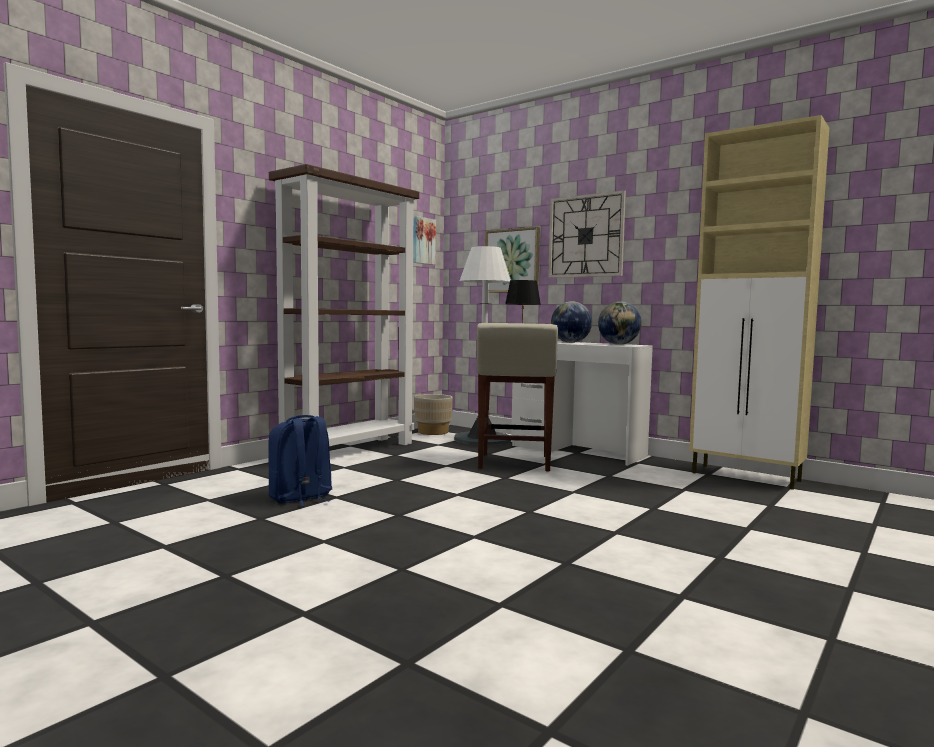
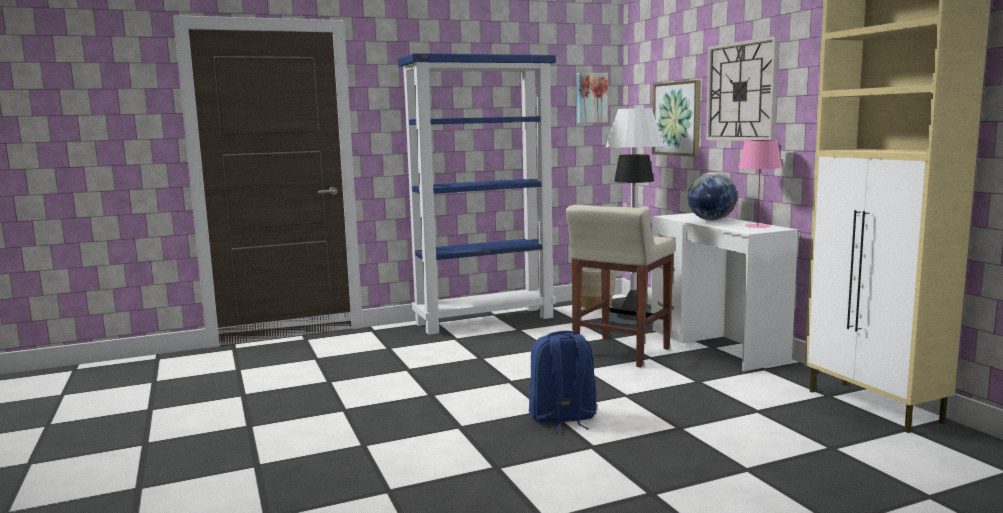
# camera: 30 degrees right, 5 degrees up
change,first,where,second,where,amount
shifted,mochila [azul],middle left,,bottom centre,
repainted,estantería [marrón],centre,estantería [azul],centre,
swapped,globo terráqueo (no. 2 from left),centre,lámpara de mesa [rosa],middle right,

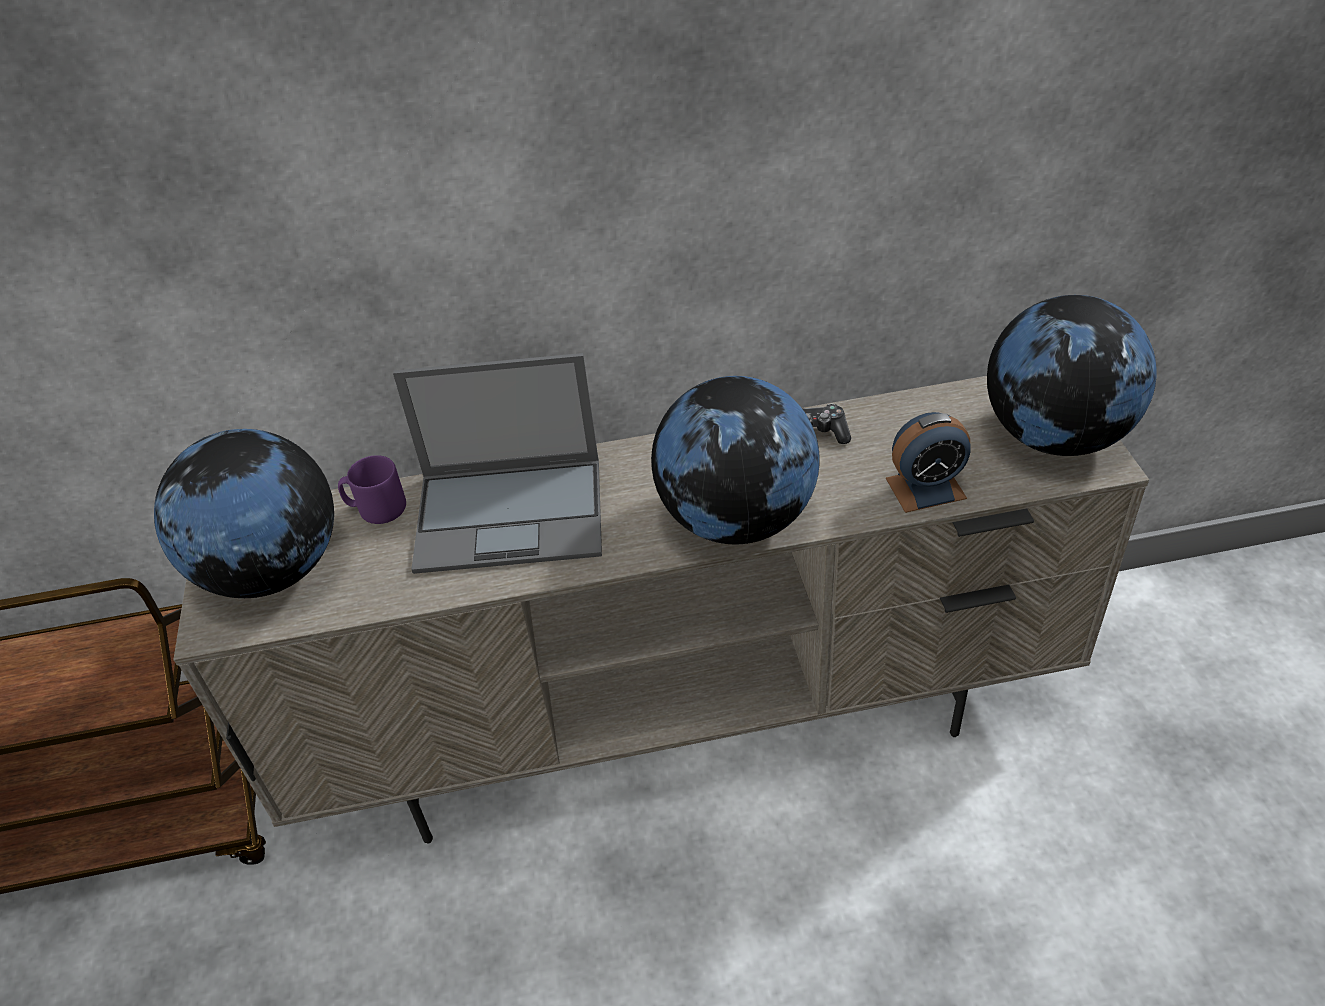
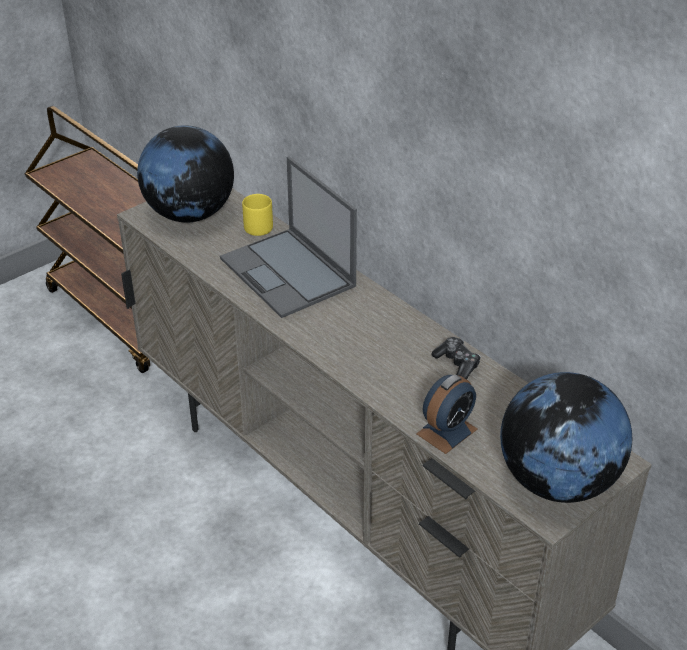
# camera: 55 degrees right, 5 degrees down
change,first,where,second,where,amount
repainted,taza grande [morado],middle left,taza grande [amarillo],top centre,
gone,globo terráqueo (no. 2 from left),centre,,,
rotated,despertador,middle right,,centre,90 degrees counterclockwise

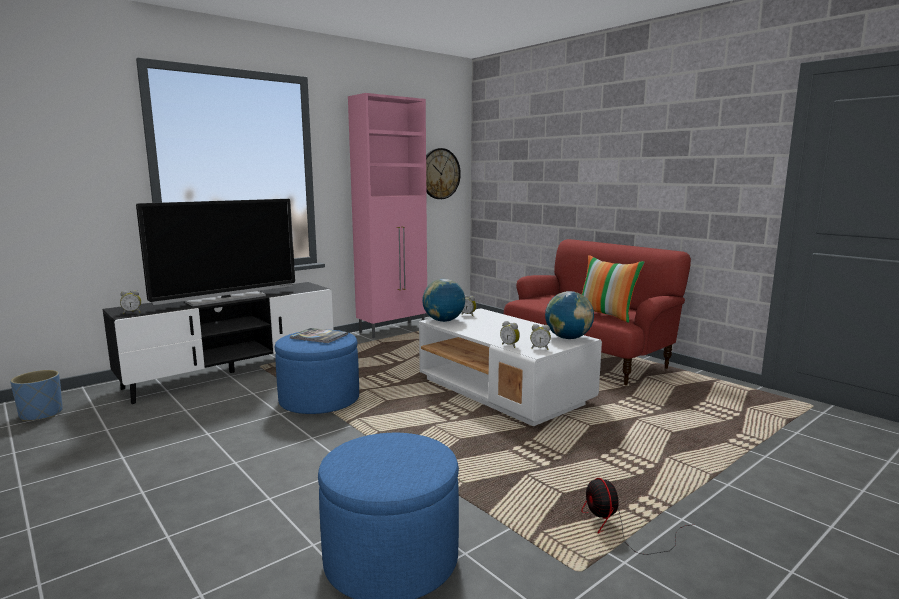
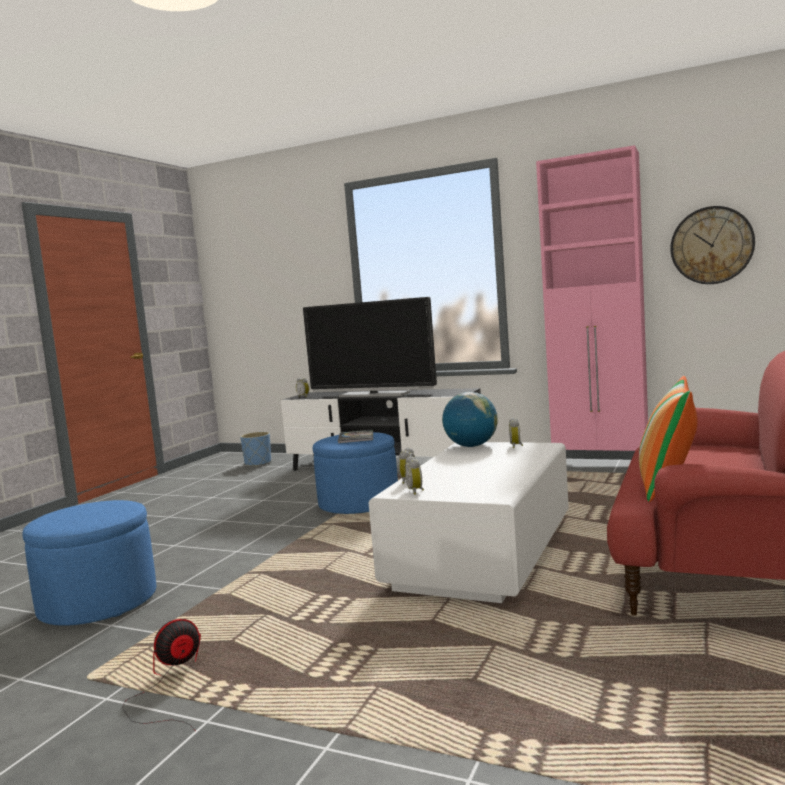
# camera: 65 degrees right, 5 degrees down
change,first,where,second,where,amount
gone,globo terráqueo (no. 2 from left),centre,,,

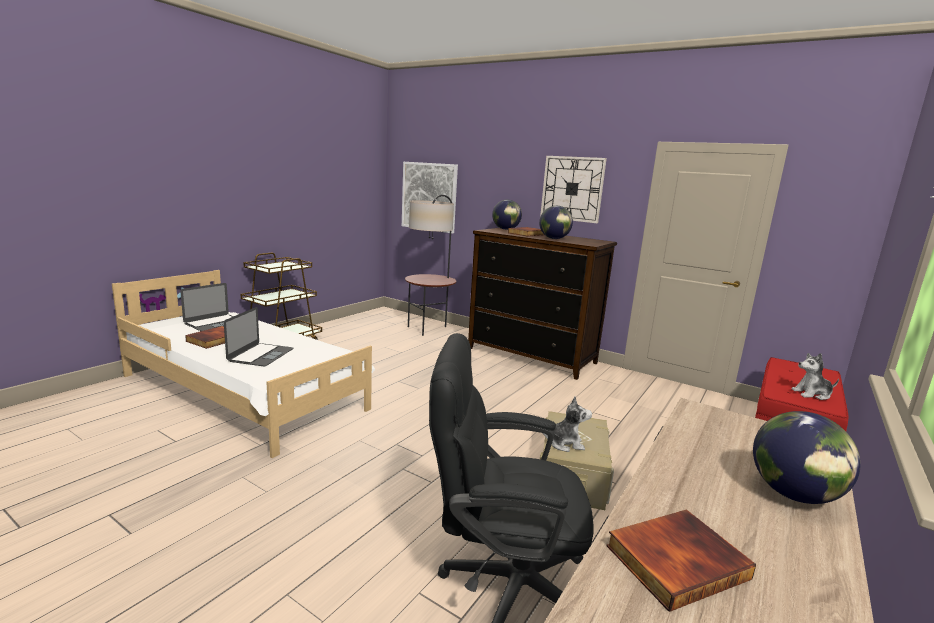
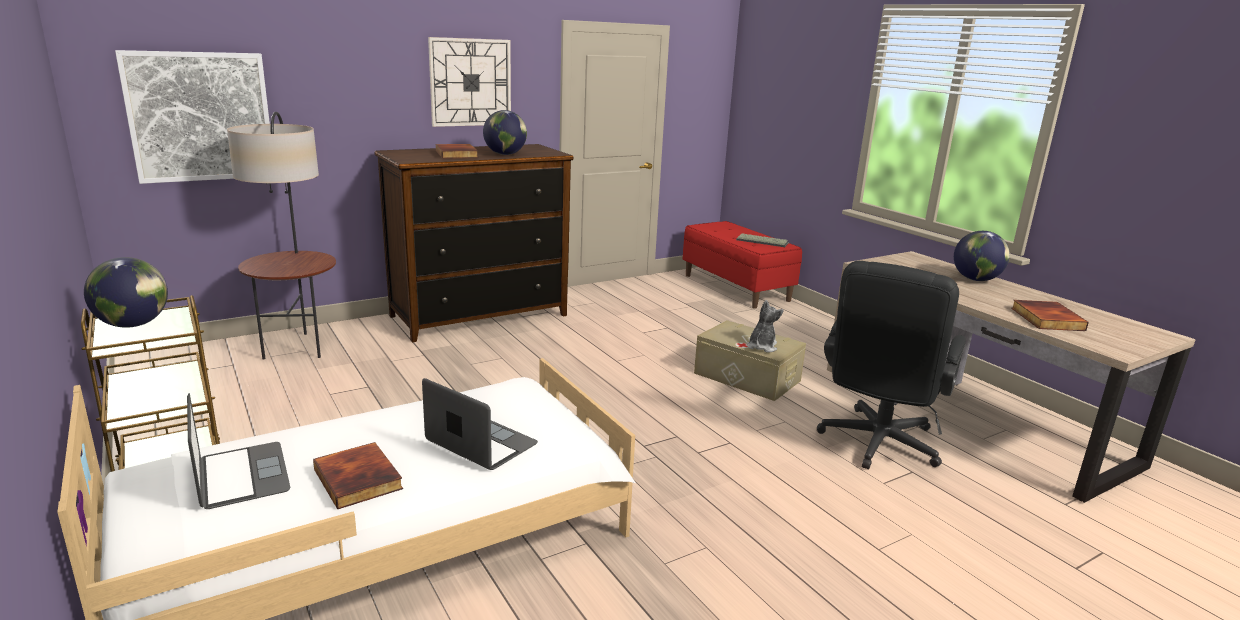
# camera: 65 degrees left, 5 degrees up
change,first,where,second,where,amount
shifted,globo terráqueo (no. 1 from left),centre,,middle left,
swapped,peluche (no. 2 from left),middle right,teclado,centre,

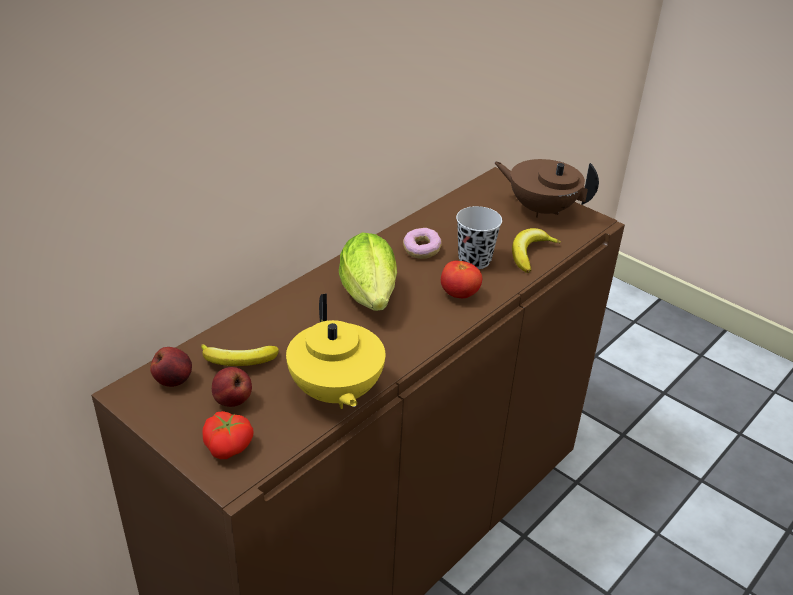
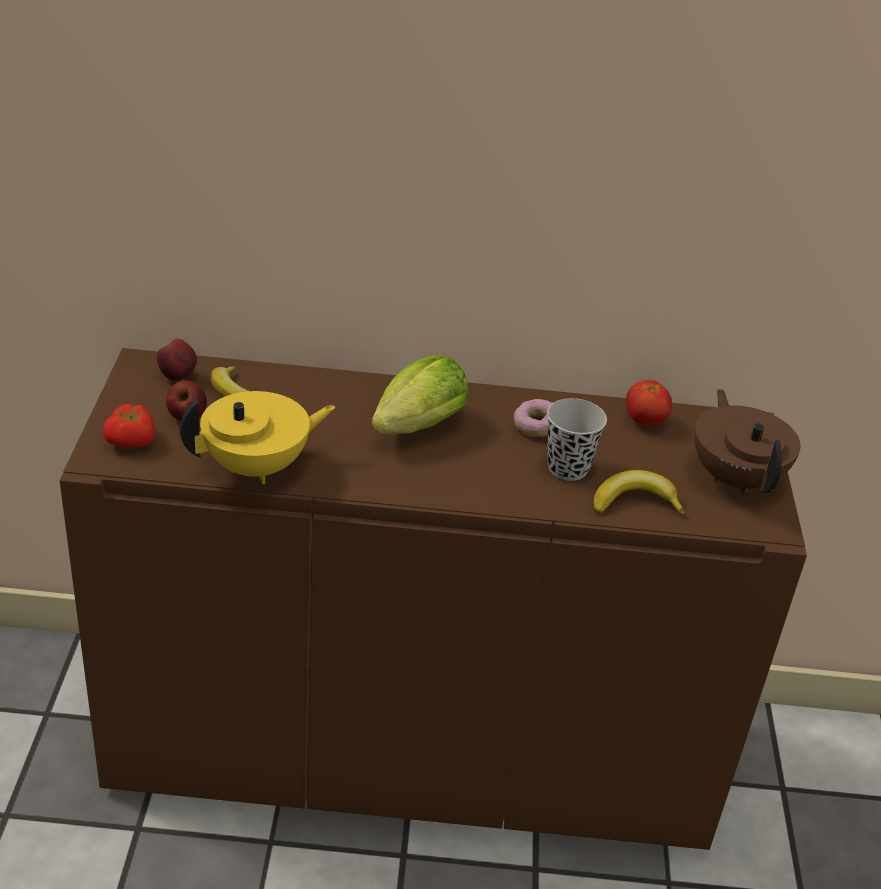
# camera: 50 degrees right, 0 degrees up
change,first,where,second,where,amount
rotated,tetera [amarillo],centre,,middle left,150 degrees counterclockwise
shifted,tomate (no. 2 from left),centre,,middle right,

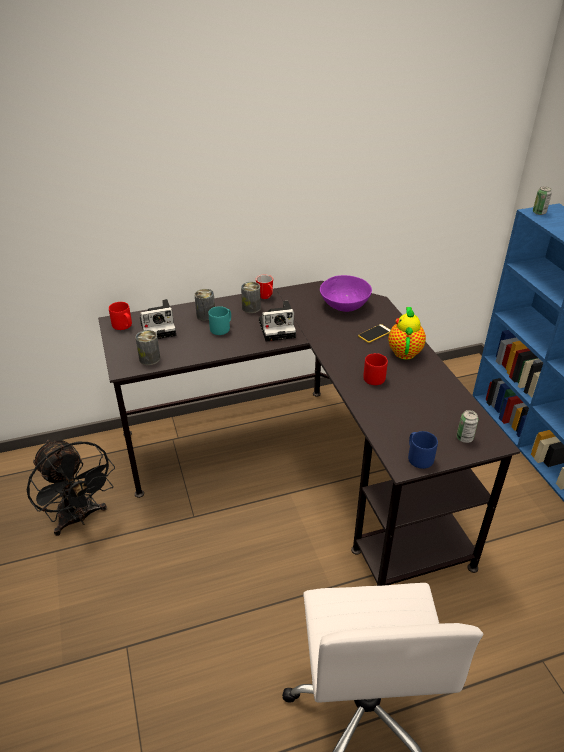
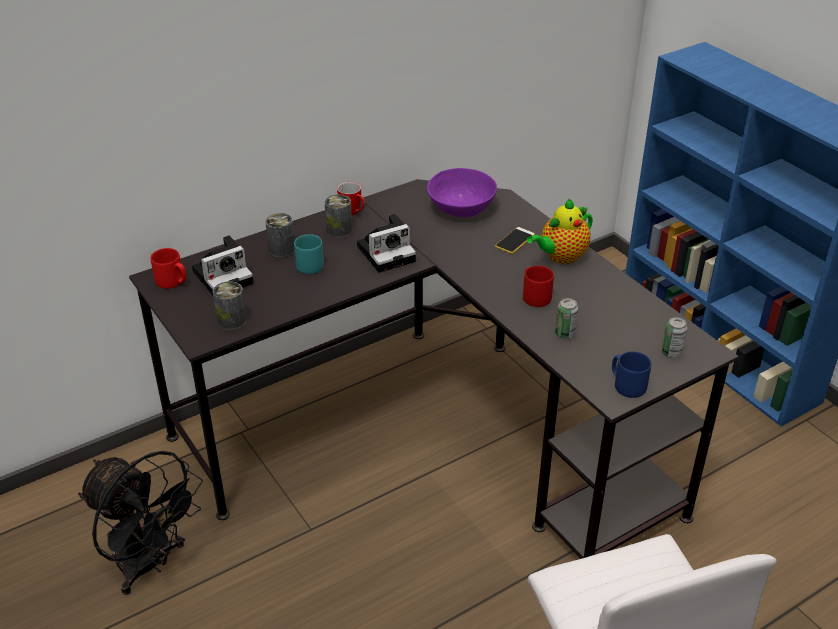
# camera: 15 degrees left, 0 degrees up
change,first,where,second,where,amount
rotated,tetera,middle right,,middle right,120 degrees counterclockwise
shifted,lata (no. 5 from left in the first image),top right,lata (no. 4 from left),middle right,

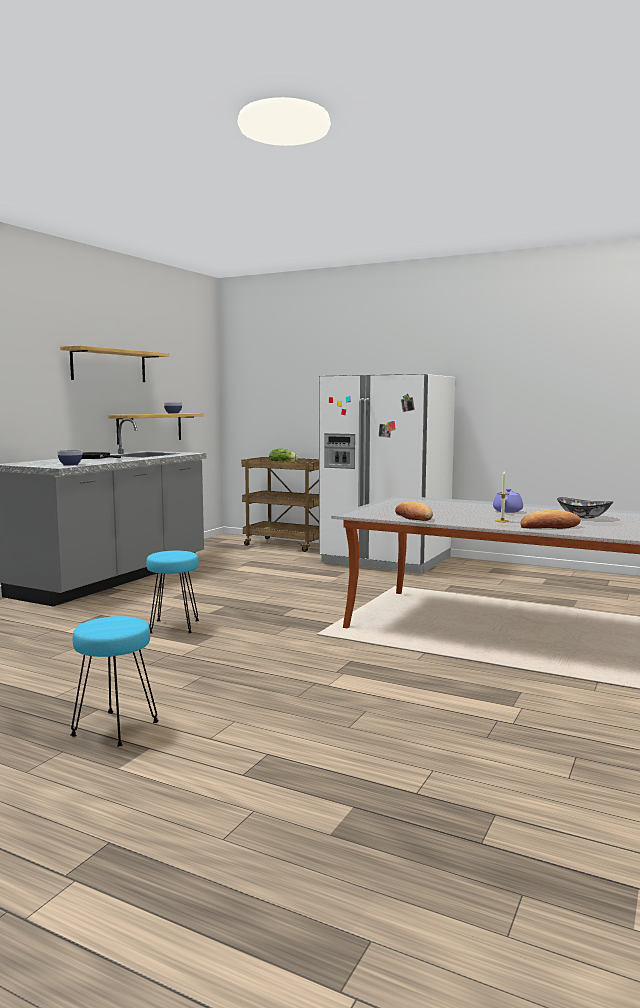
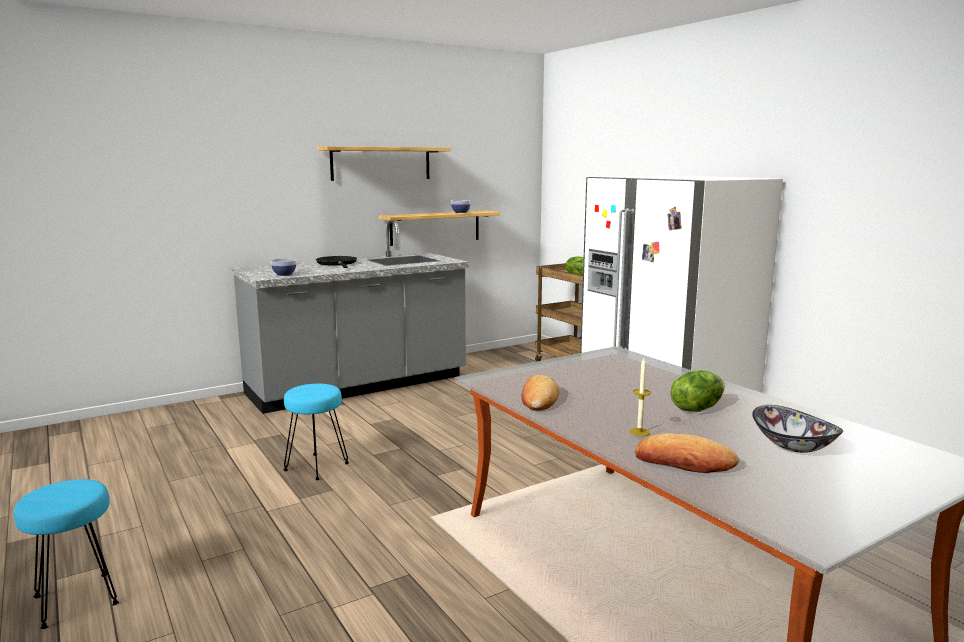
# camera: 30 degrees right, 5 degrees up
change,first,where,second,where,amount
swapped,tetera [morado],middle right,lechuga (no. 2 from left),middle right,

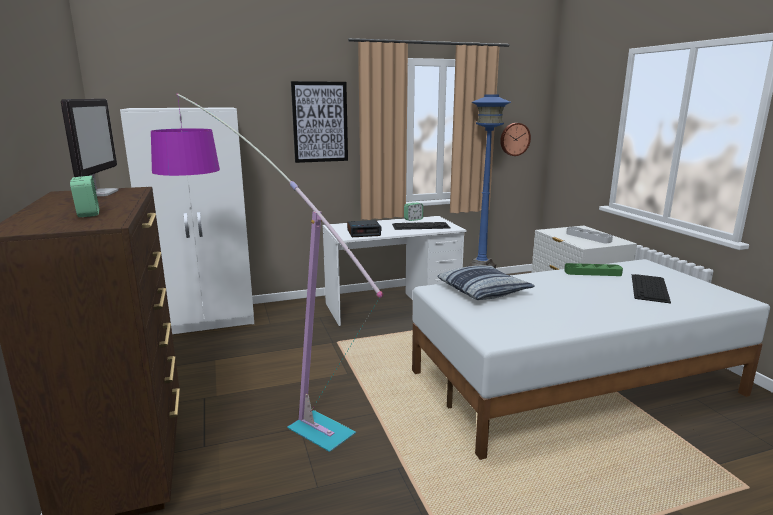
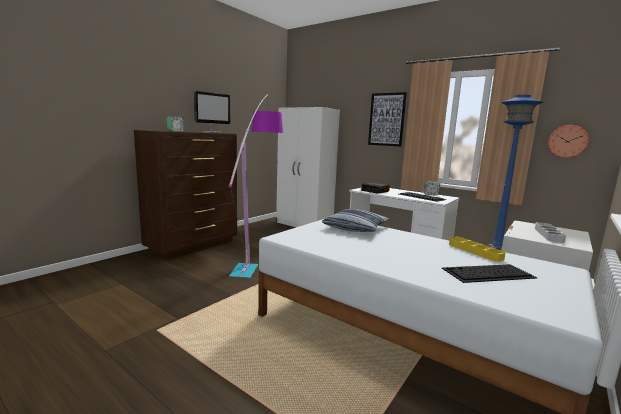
# camera: 55 degrees right, 5 degrees down
change,first,where,second,where,amount
repainted,bandeja [verde],middle right,bandeja [amarillo],middle right,

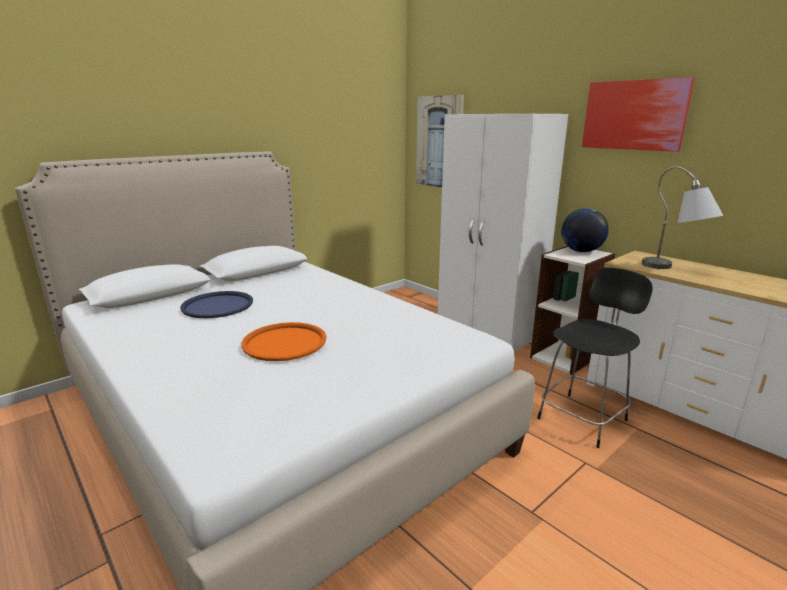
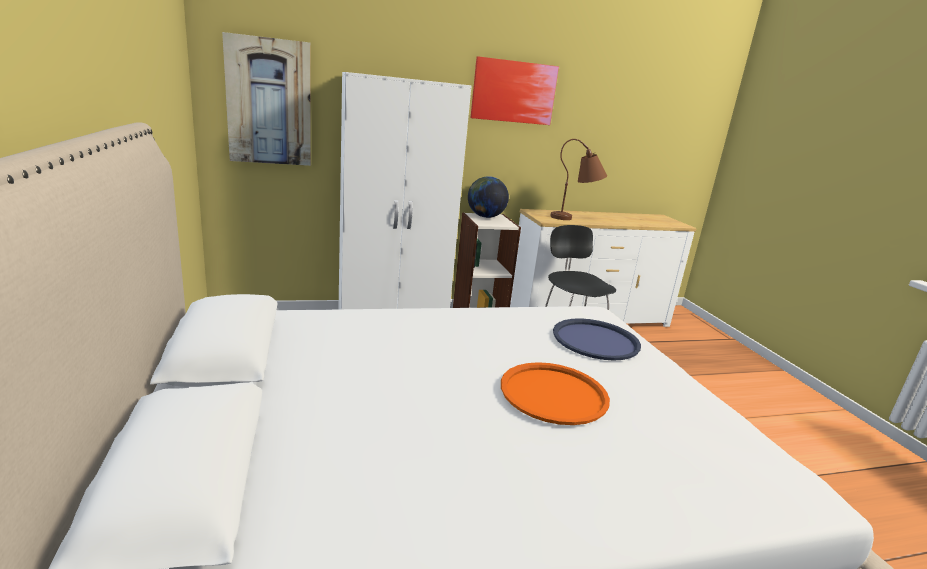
# camera: 65 degrees left, 0 degrees up
change,first,where,second,where,amount
shifted,bandeja [azul],middle left,,centre,
repainted,lámpara de mesa [gris],middle right,lámpara de mesa [marrón],top centre,

